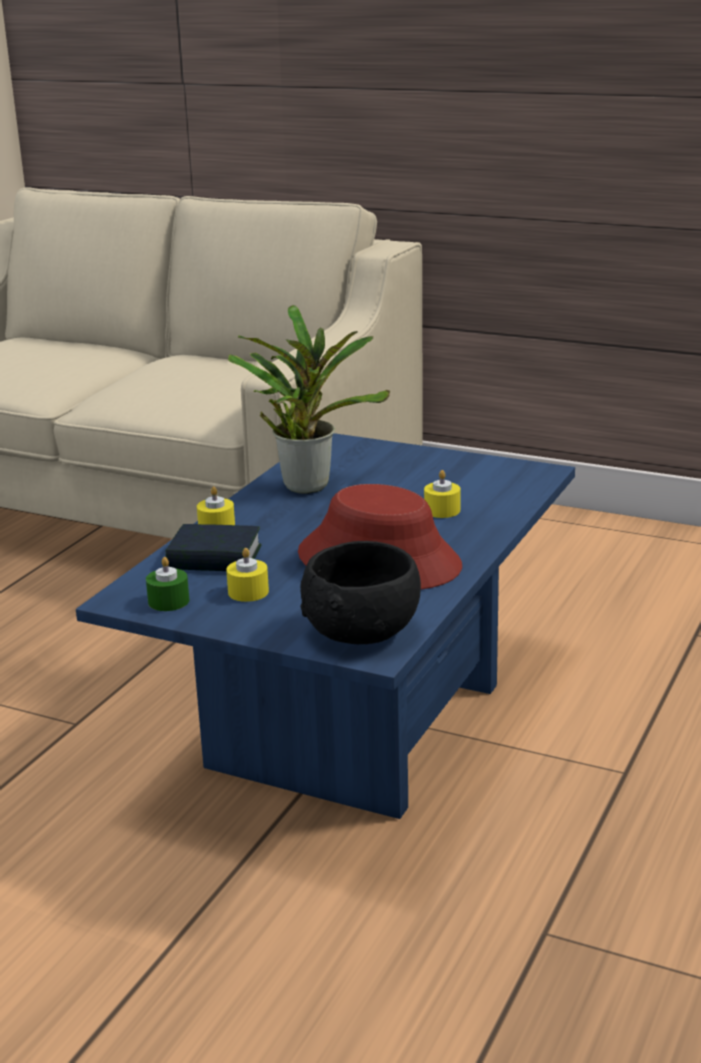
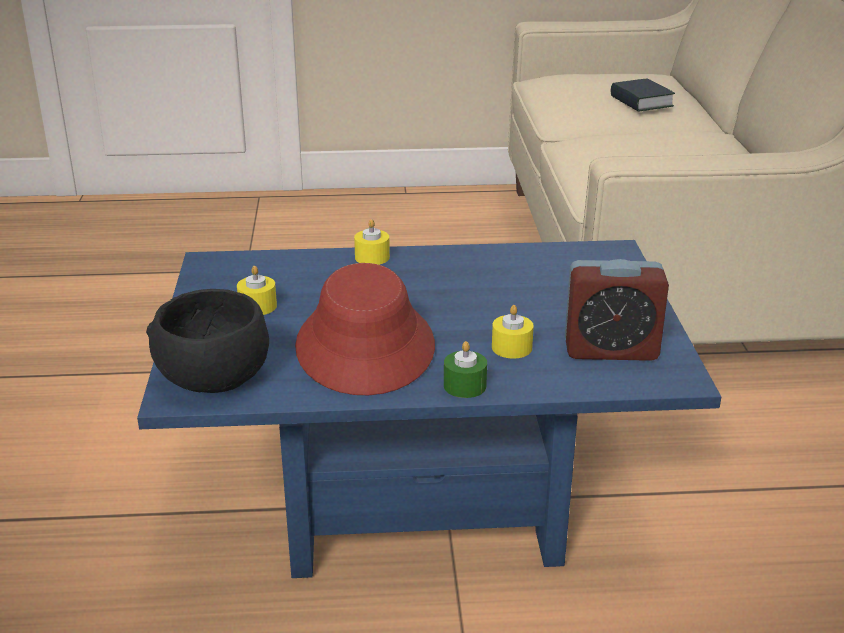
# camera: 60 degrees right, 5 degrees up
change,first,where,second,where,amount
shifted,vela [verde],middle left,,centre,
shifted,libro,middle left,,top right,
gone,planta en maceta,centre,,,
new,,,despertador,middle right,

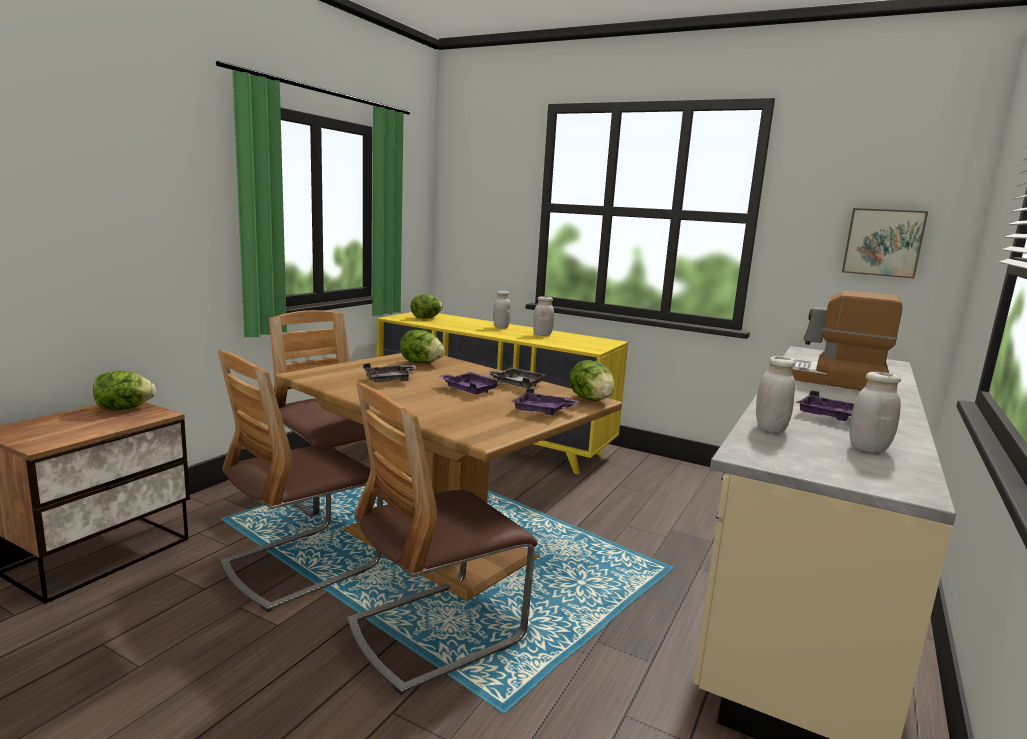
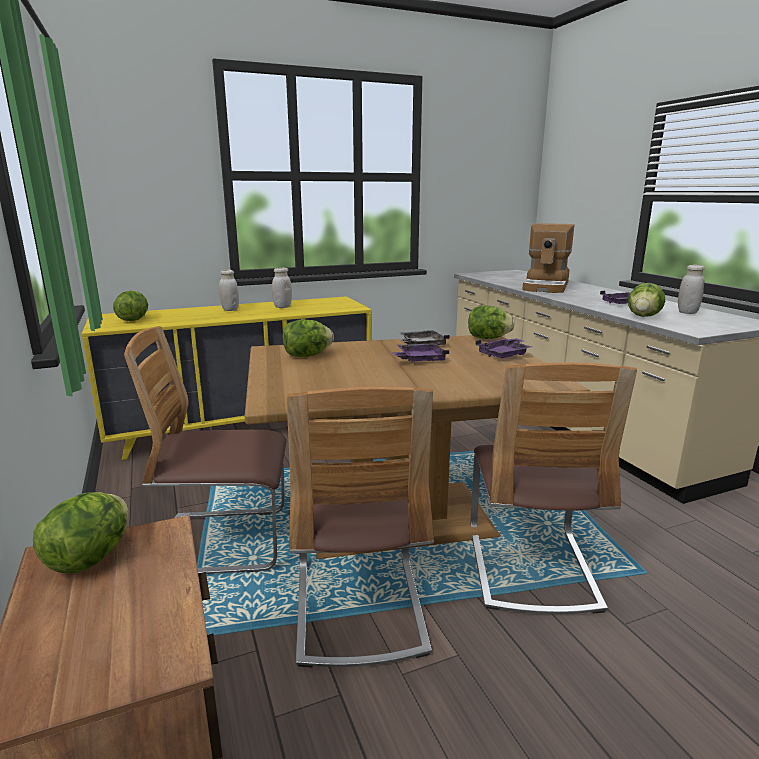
# camera: 50 degrees left, 5 degrees up
change,first,where,second,where,amount
gone,bandeja [gris] (no. 1 from left),centre,,,
swapped,tarro [blanco] (no. 3 from left),middle right,lechuga (no. 5 from left),middle right,
rotated,cafetera,middle right,,middle right,45 degrees counterclockwise
gone,cuadro,top right,,,

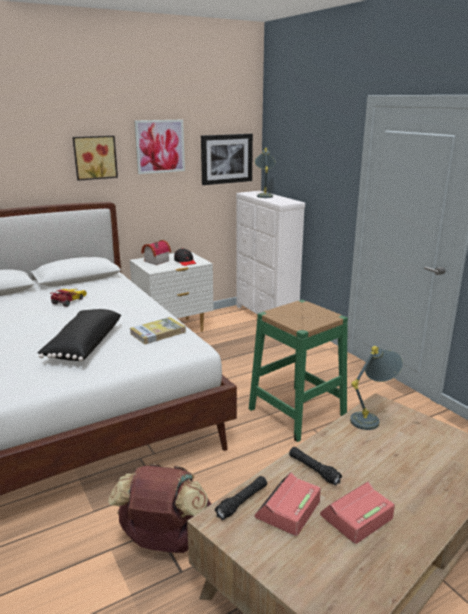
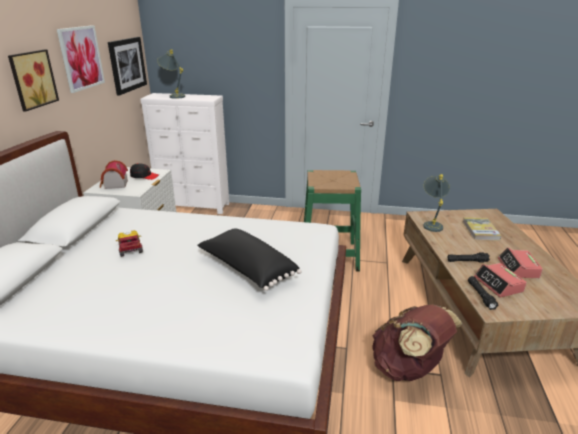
# camera: 50 degrees left, 5 degrees up
change,first,where,second,where,amount
shifted,libro,centre,,middle right,

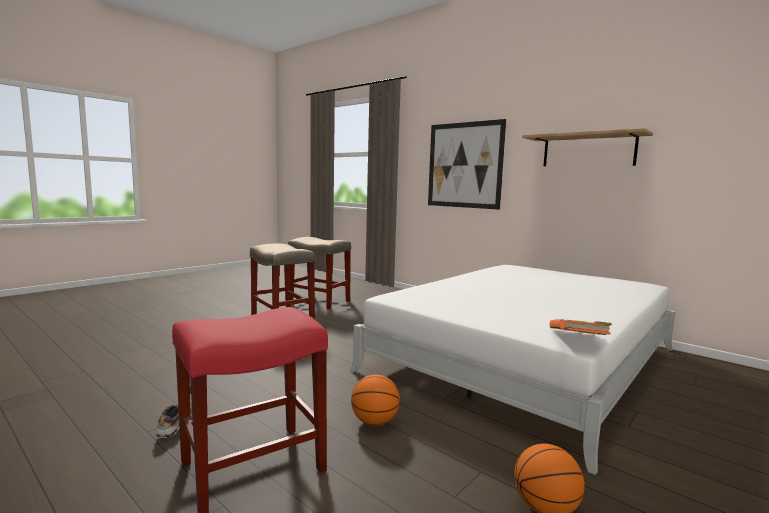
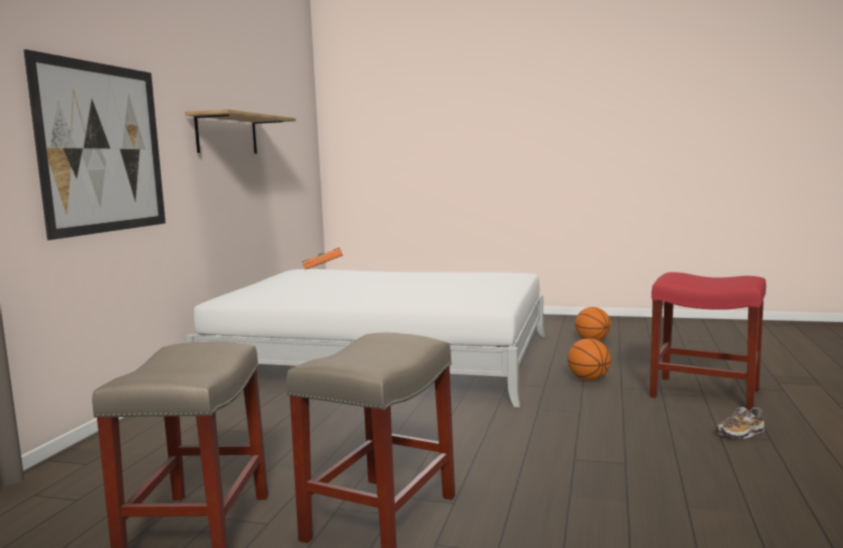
# camera: 115 degrees left, 0 degrees up
change,first,where,second,where,amount
shifted,libro [naranja],middle right,,centre,

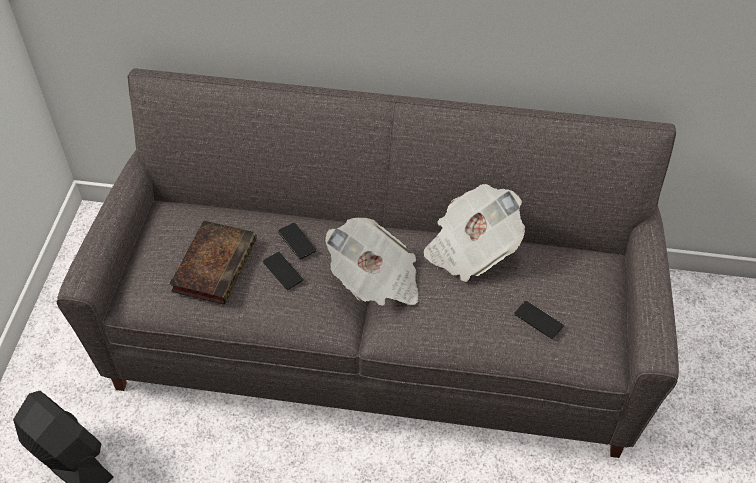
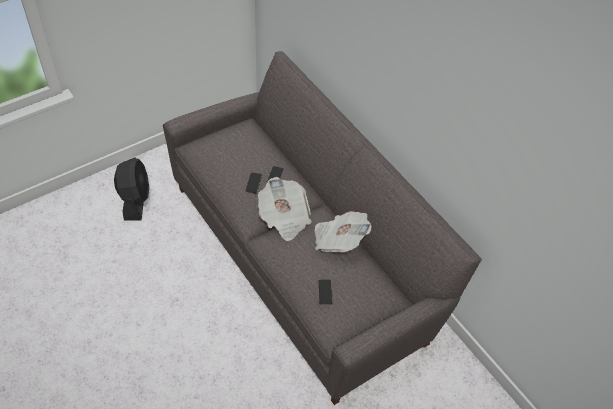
# camera: 45 degrees right, 0 degrees up
change,first,where,second,where,amount
gone,libro,middle left,,,

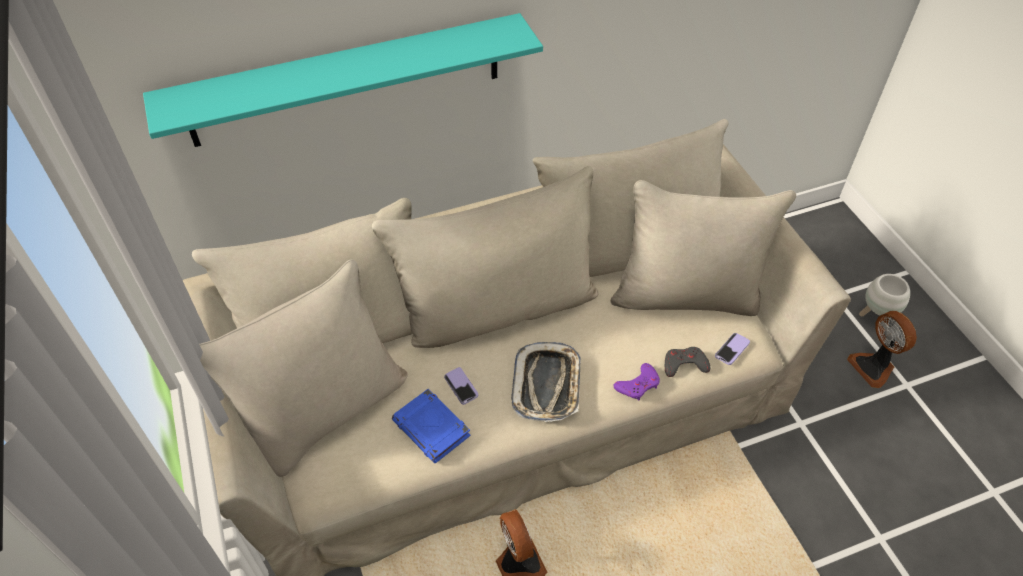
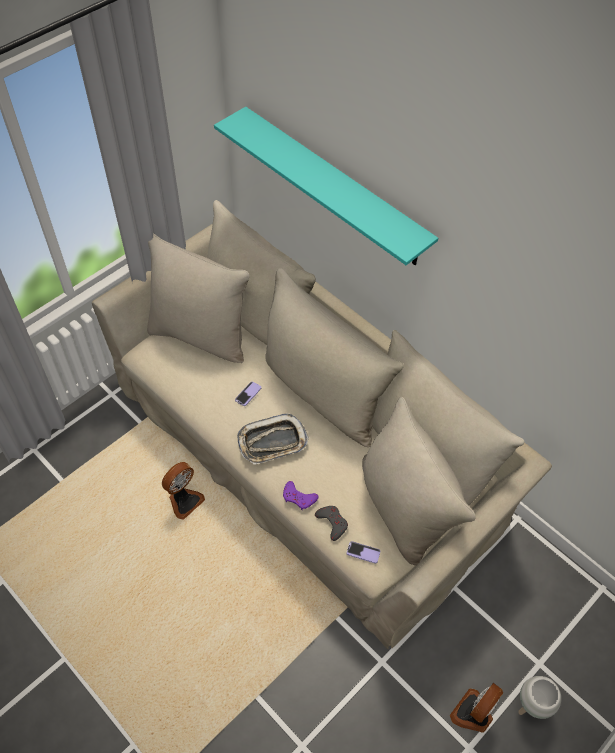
# camera: 65 degrees right, 5 degrees up
change,first,where,second,where,amount
gone,libro [azul],bottom centre,,,

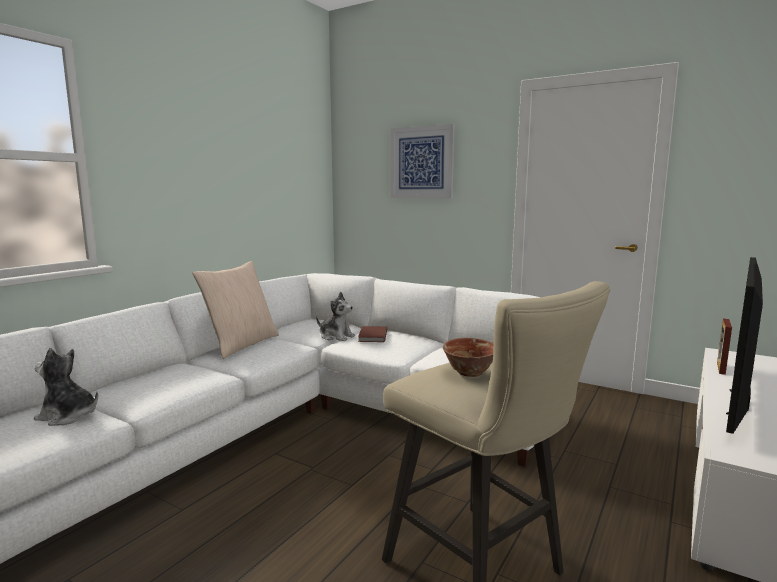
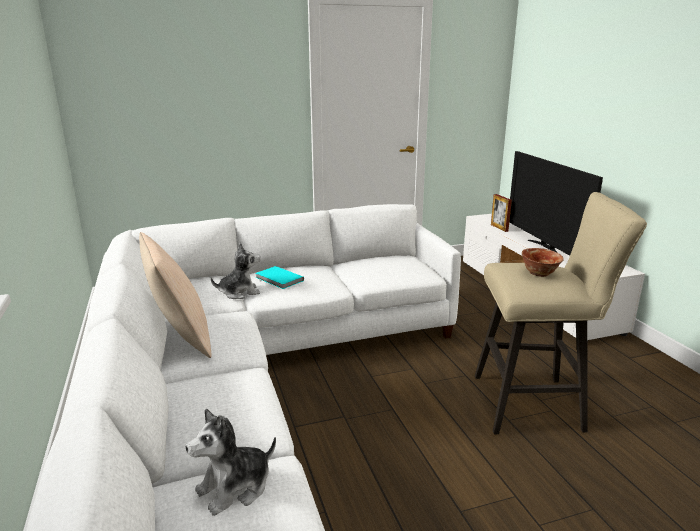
# camera: 50 degrees left, 10 degrees up
change,first,where,second,where,amount
repainted,libro [marrón],centre,libro [turquesa],centre,
gone,cuadro,top centre,,,

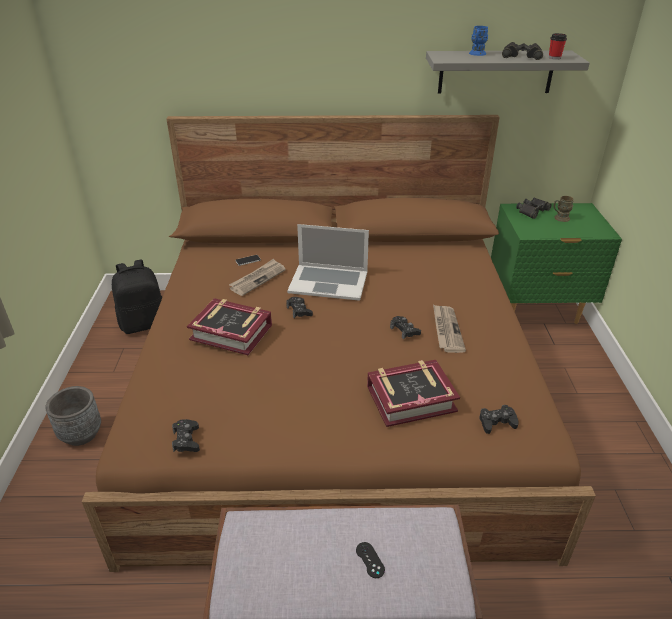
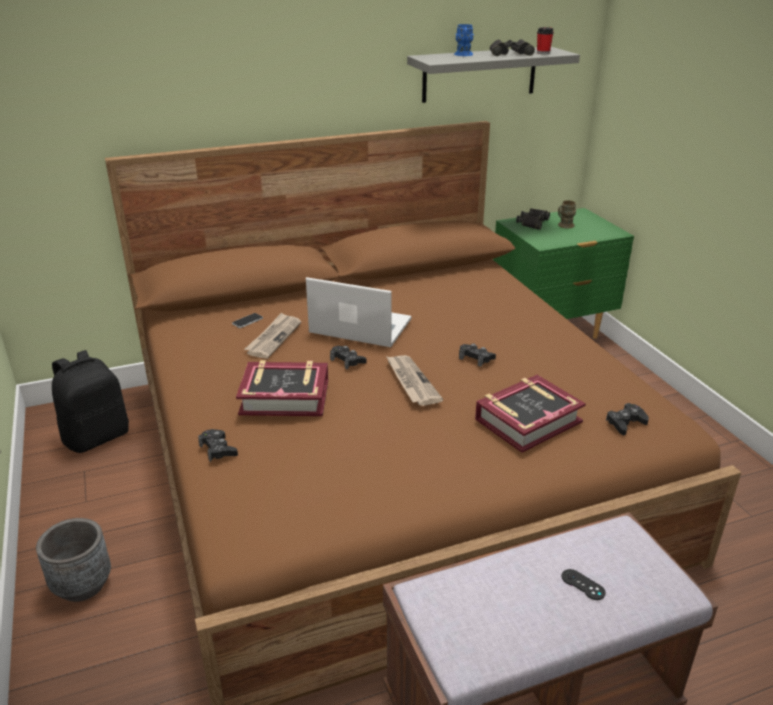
# camera: 20 degrees left, 5 degrees down
change,first,where,second,where,amount
shifted,mando de consola [negro] (no. 1 from left),bottom left,,middle left,
rotated,portátil,centre,,centre,150 degrees counterclockwise
shifted,periódico (no. 2 from left),middle right,,centre,

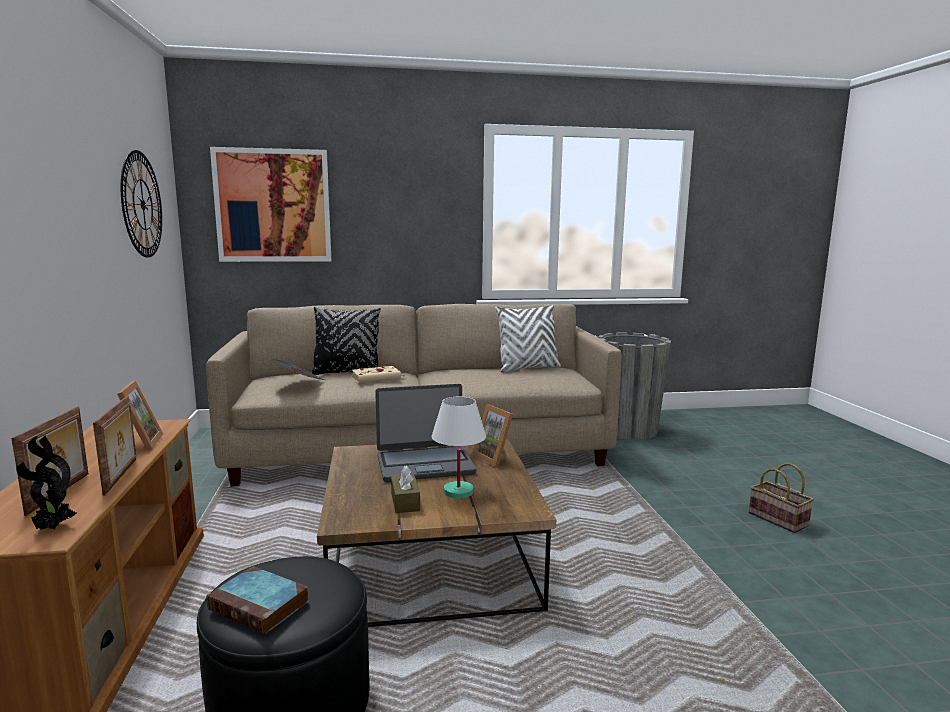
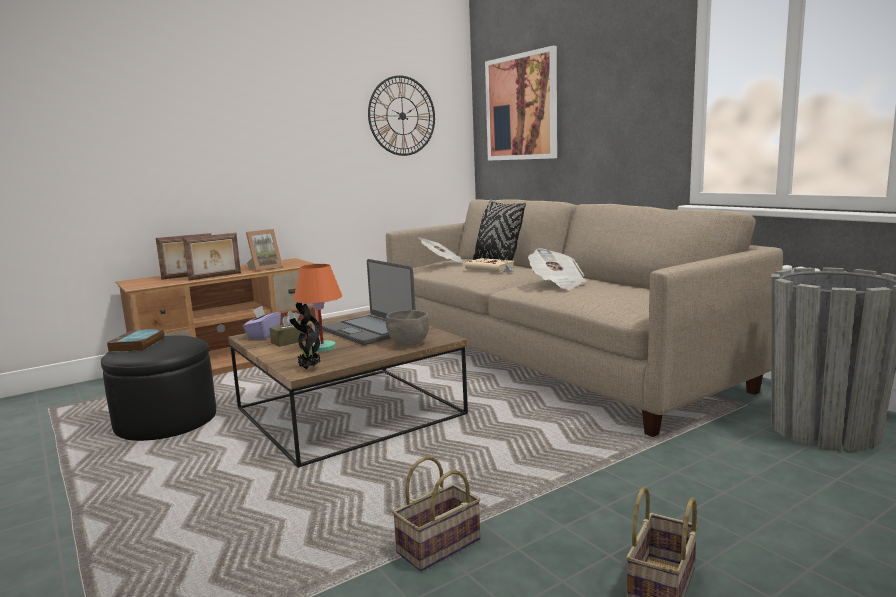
# camera: 65 degrees right, 0 degrees up
change,first,where,second,where,amount
shifted,planta en maceta,bottom left,,centre,
repainted,lámpara de mesa [blanco],centre,lámpara de mesa [naranja],centre,
swapped,portarretratos (no. 4 from left),centre,cuenco [gris],centre,
gone,cojín [blanco],centre,,,
new,,,caja de pañuelos [morado],middle left,
new,,,cesta (no. 1 from left),bottom centre,
new,,,periódico (no. 2 from left),centre,

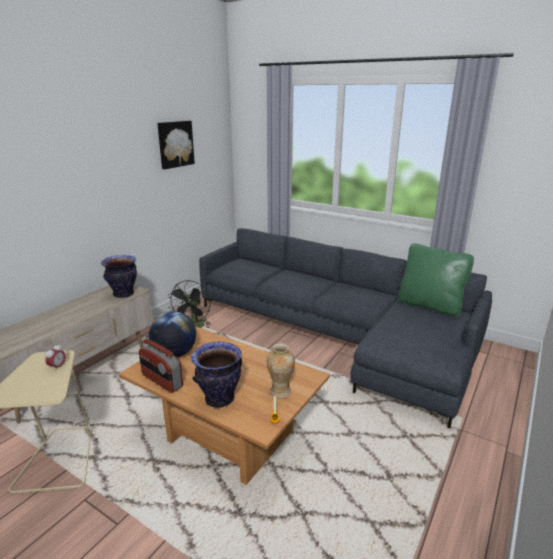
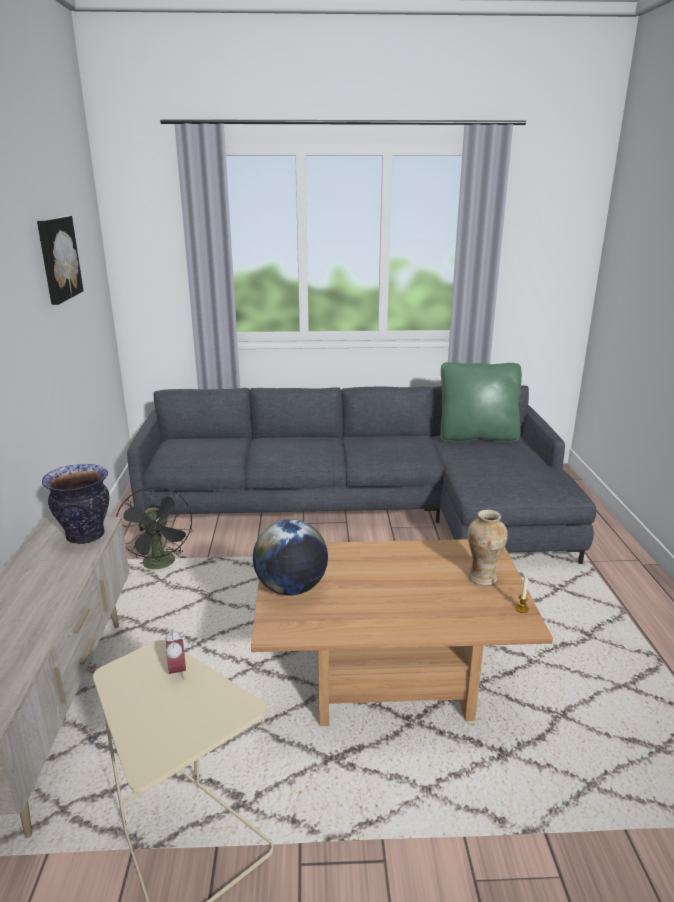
# camera: 35 degrees left, 0 degrees up
change,first,where,second,where,amount
gone,radio,middle left,,,
gone,florero (no. 2 from left),bottom centre,,,

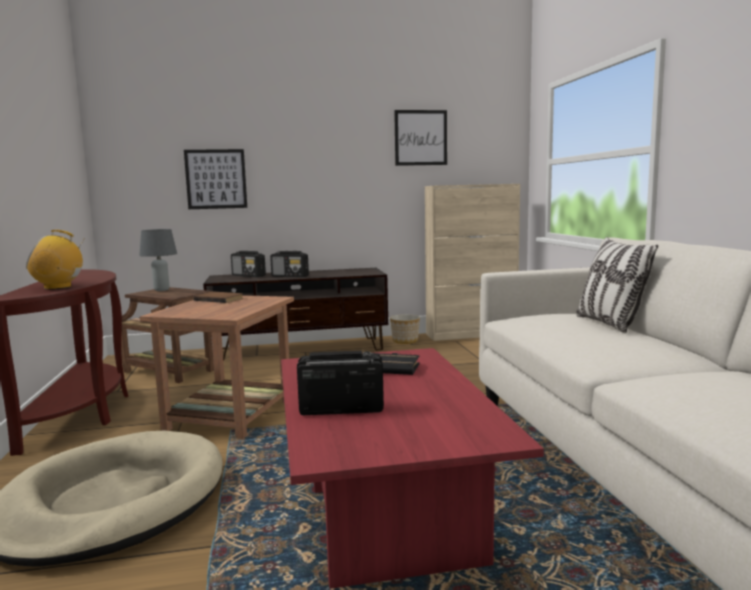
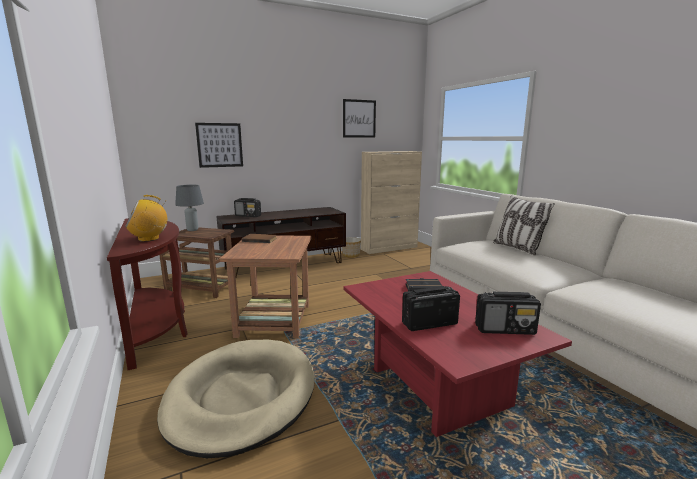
# camera: 15 degrees left, 5 degrees up
change,first,where,second,where,amount
shifted,radio (no. 3 from left in the first image),centre,radio (no. 4 from left),middle right,

